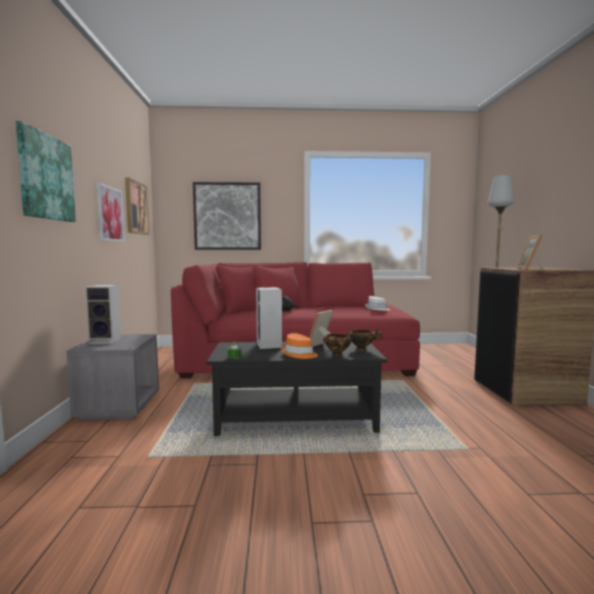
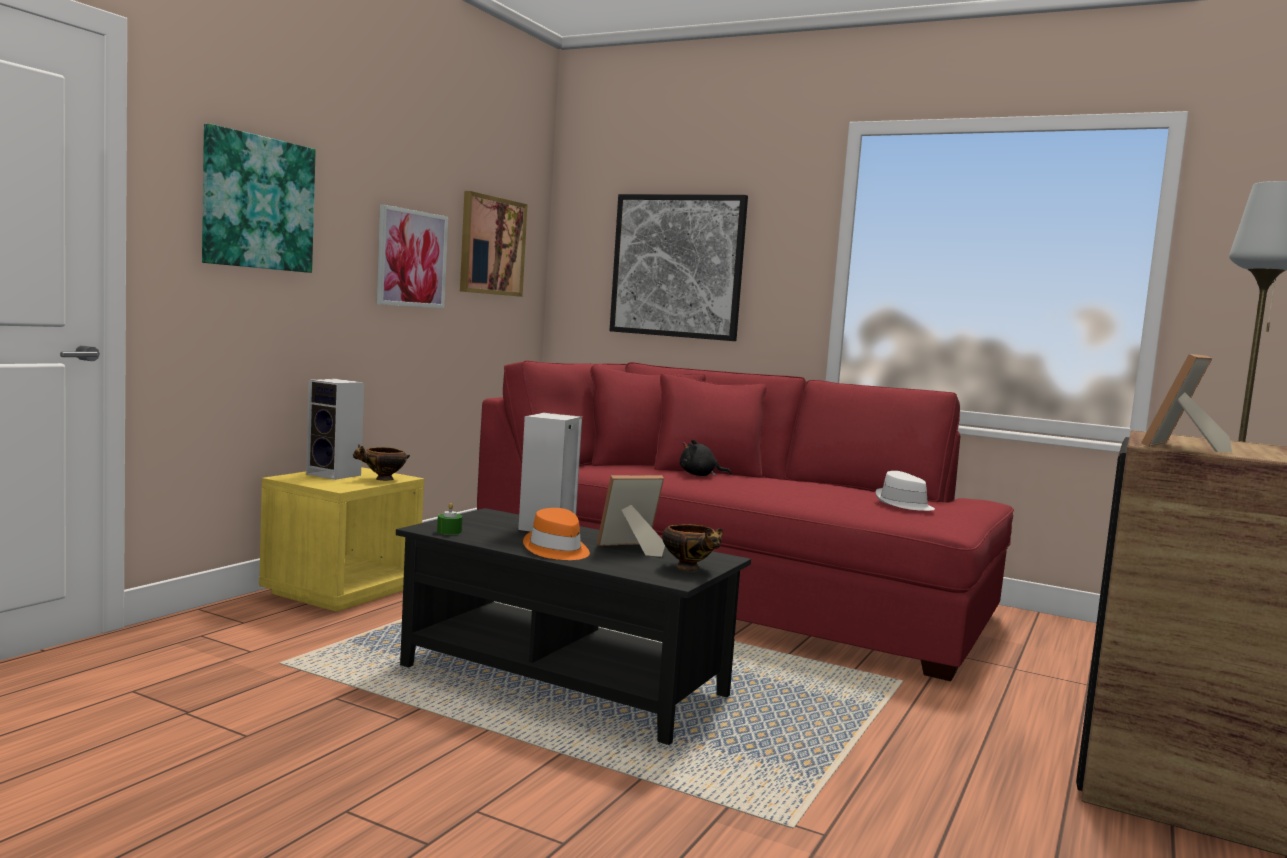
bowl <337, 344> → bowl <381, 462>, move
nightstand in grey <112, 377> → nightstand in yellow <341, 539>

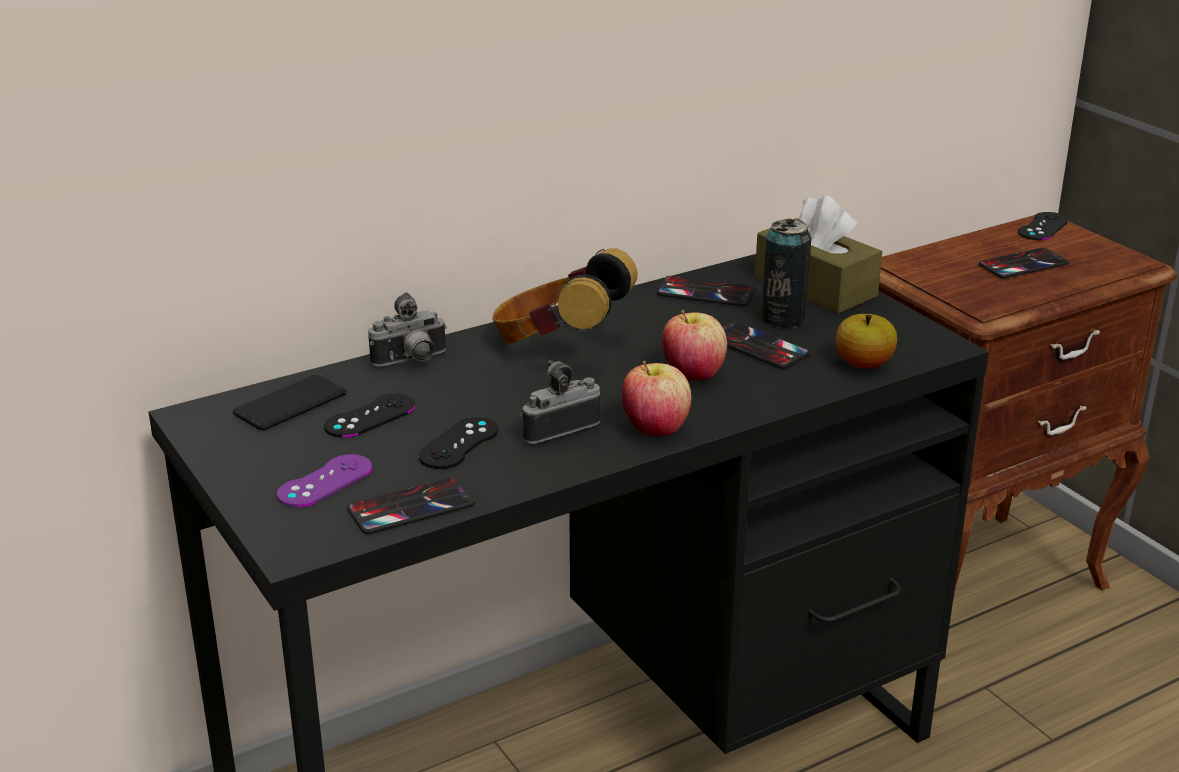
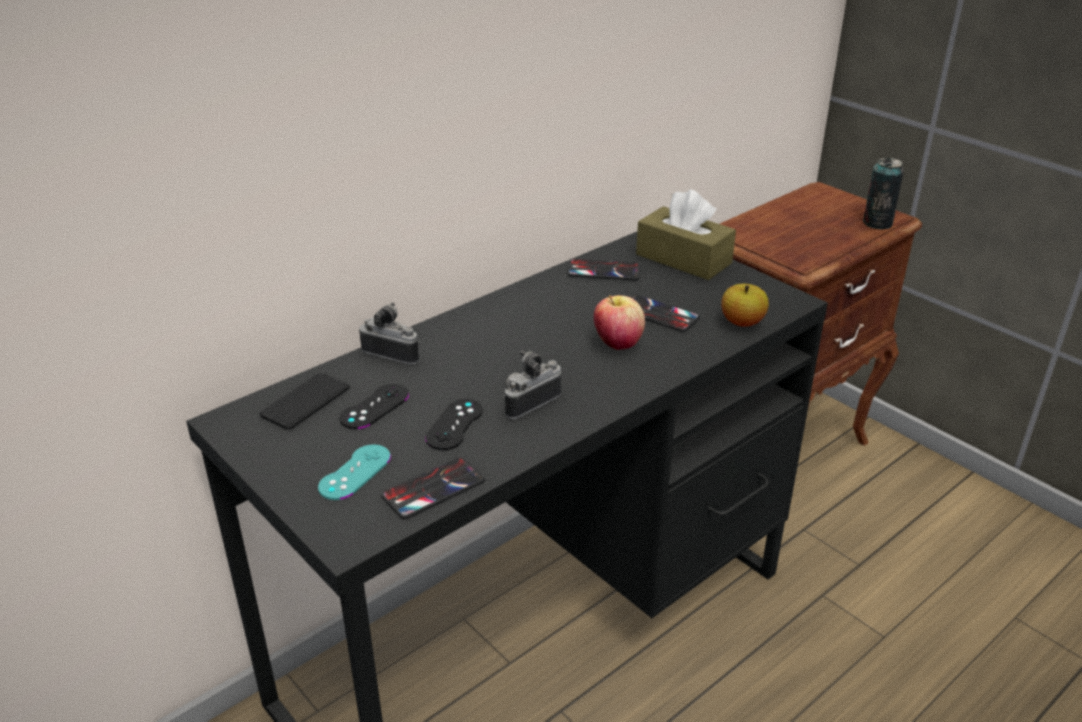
game controller in black <1043, 226> → -
can <787, 273> → can <883, 193>, move
headphones <565, 296> → -
phone <1024, 263> → -
photo camera <407, 330> → photo camera <389, 333>, 120 degrees counterclockwise
apple <656, 399> → -
game controller in purple <324, 480> → game controller in turquoise <354, 472>

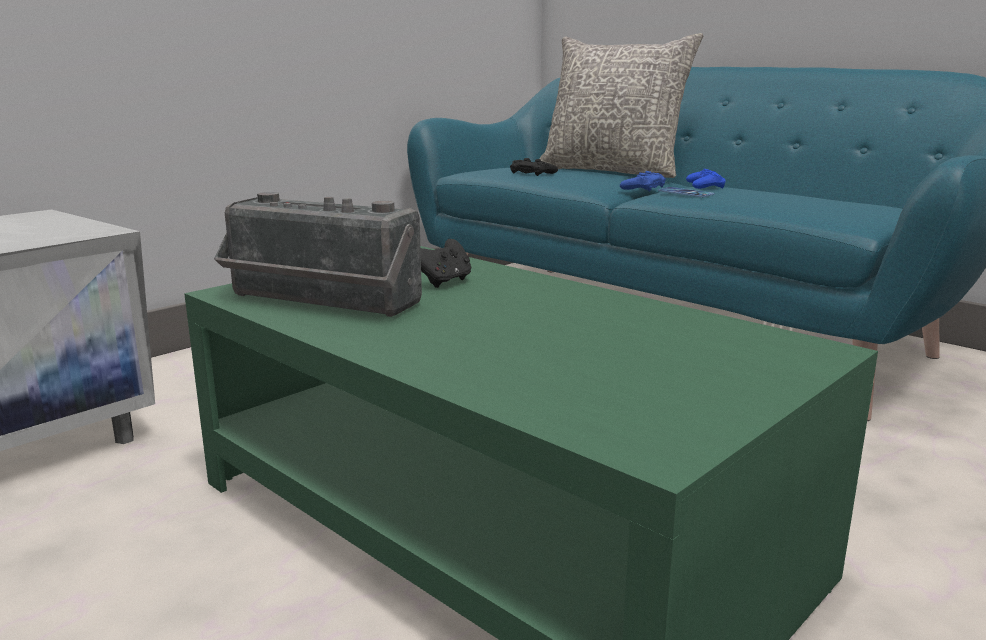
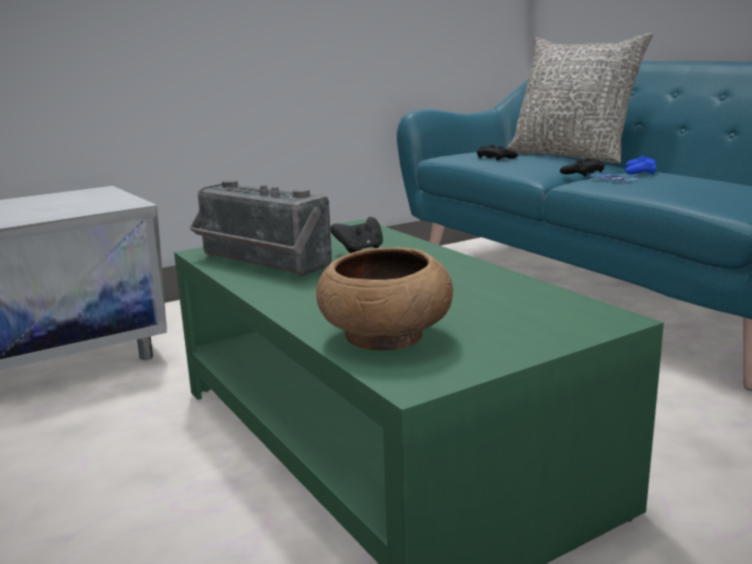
game controller in blue <643, 181> → game controller in black <582, 167>
- → bowl in brown <384, 299>

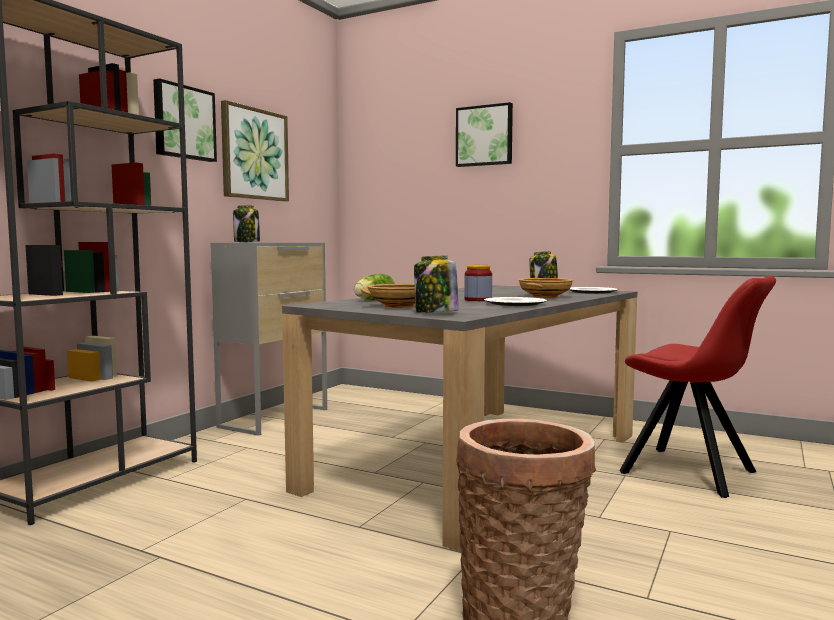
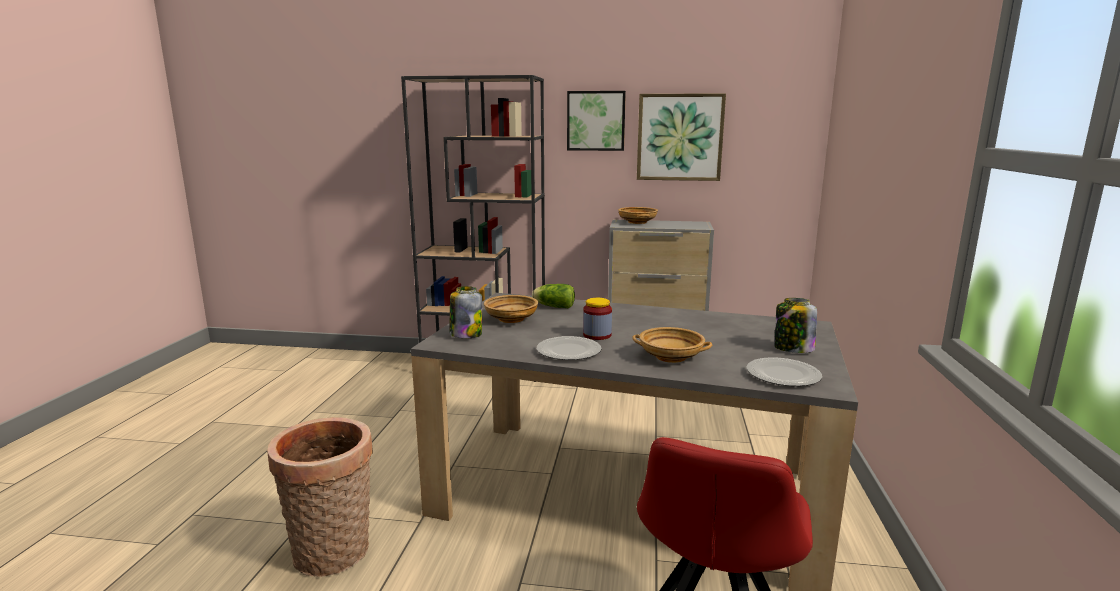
picture <484, 134> → -
jar <246, 223> → bowl in beige <638, 215>

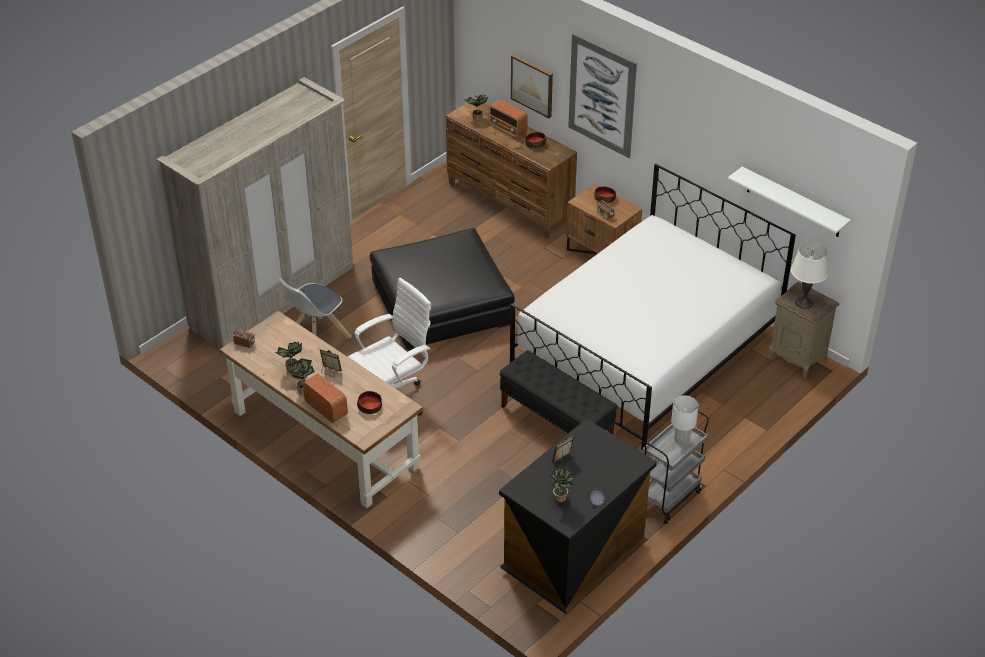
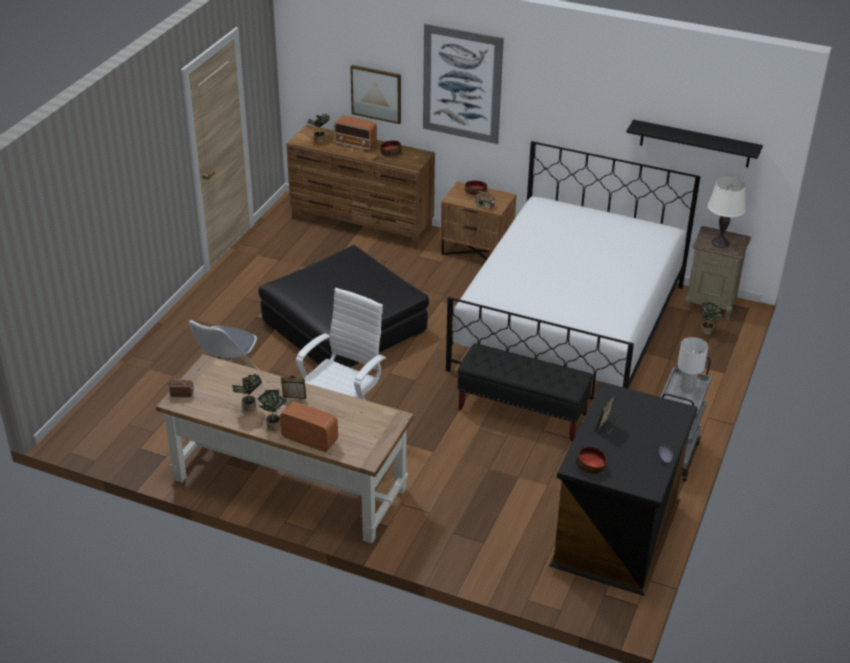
wardrobe in beige <255, 213> → -
shelf in white <789, 201> → shelf in black <694, 143>
bowl <369, 402> → bowl <591, 460>, move
potted plant <563, 483> → potted plant <712, 318>, move

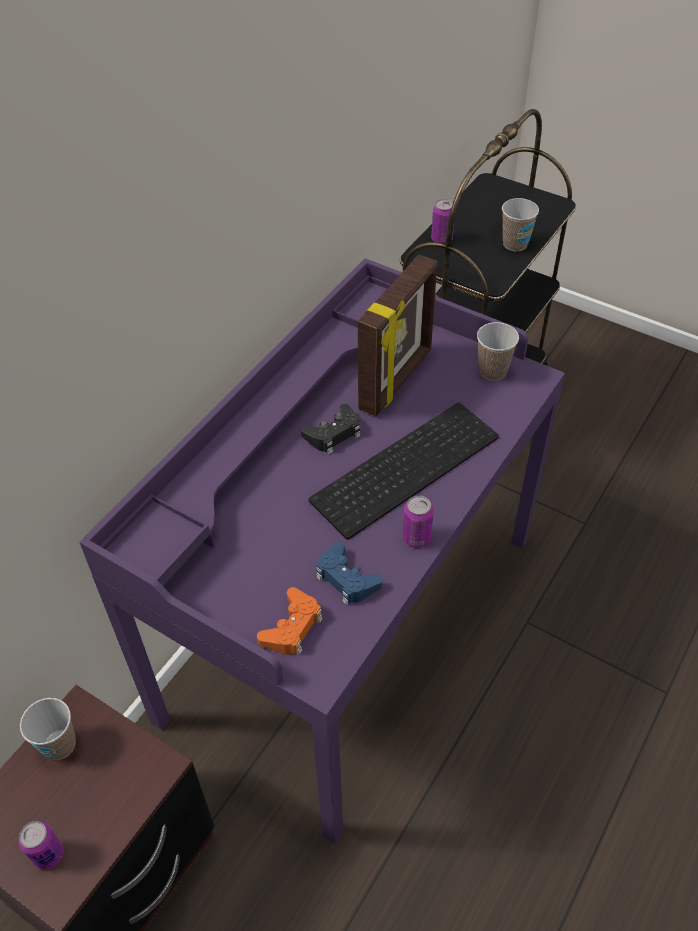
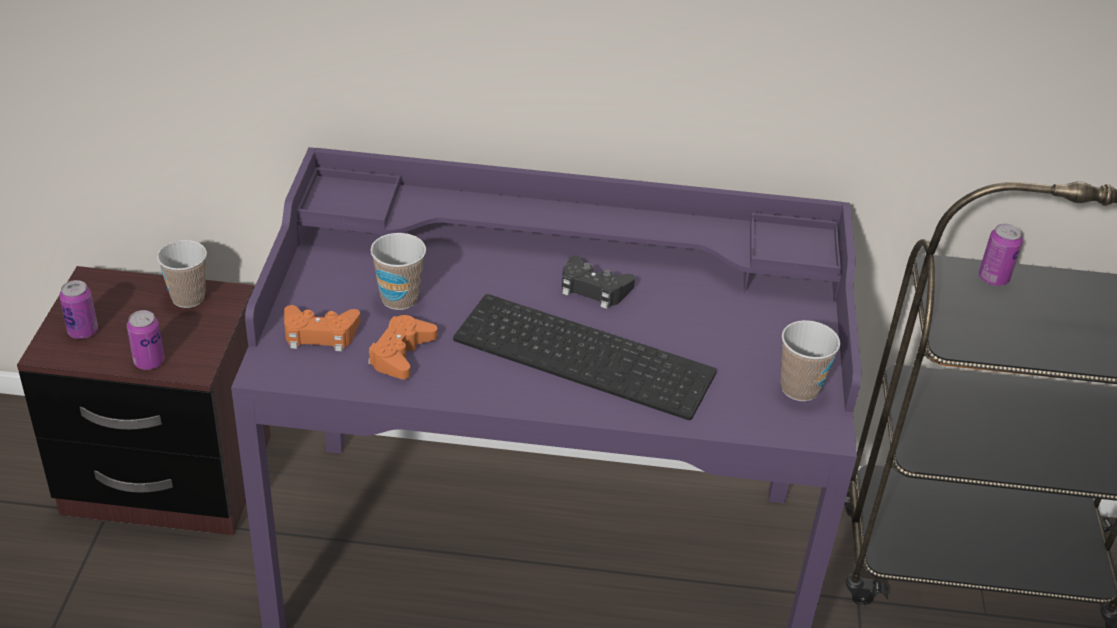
cup <520, 224> → cup <398, 271>, move
picture frame <397, 335> → -
can <418, 521> → can <145, 340>, move
game controller in blue <349, 573> → game controller in orange <402, 347>

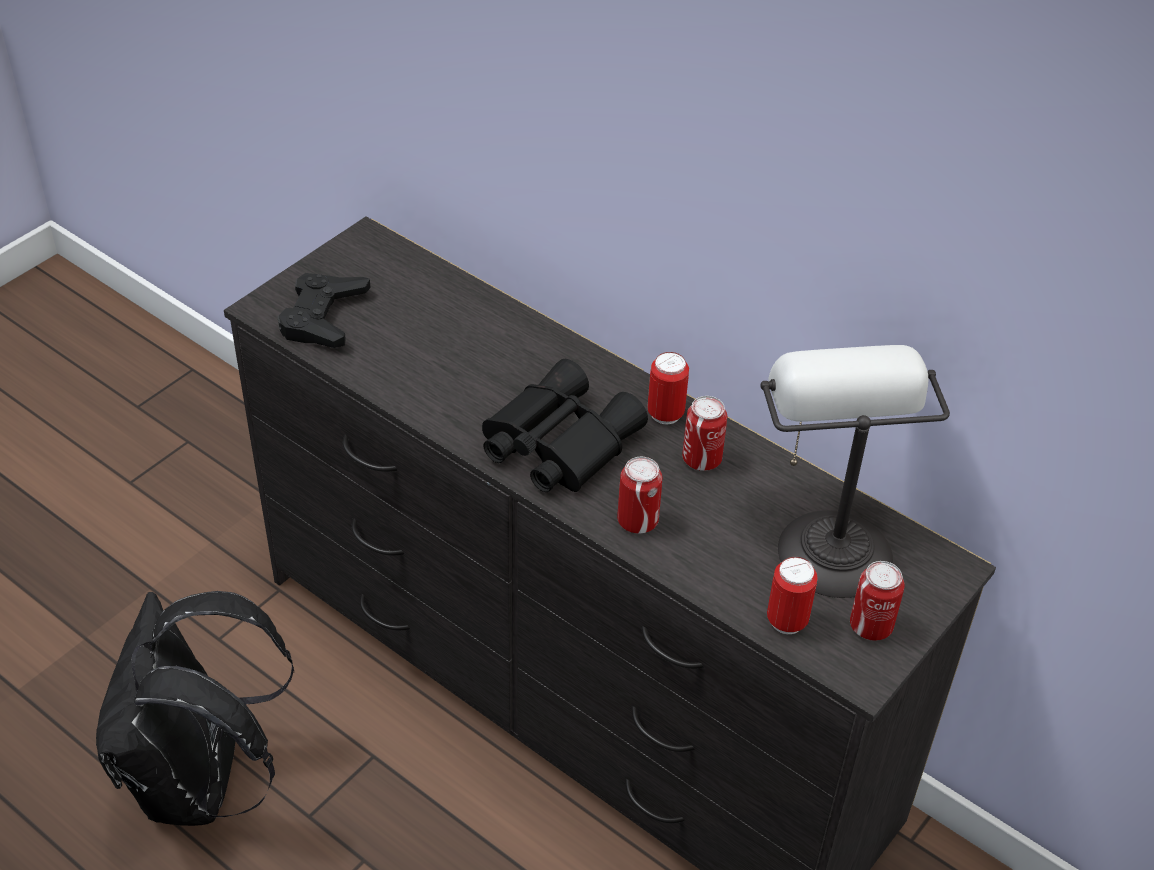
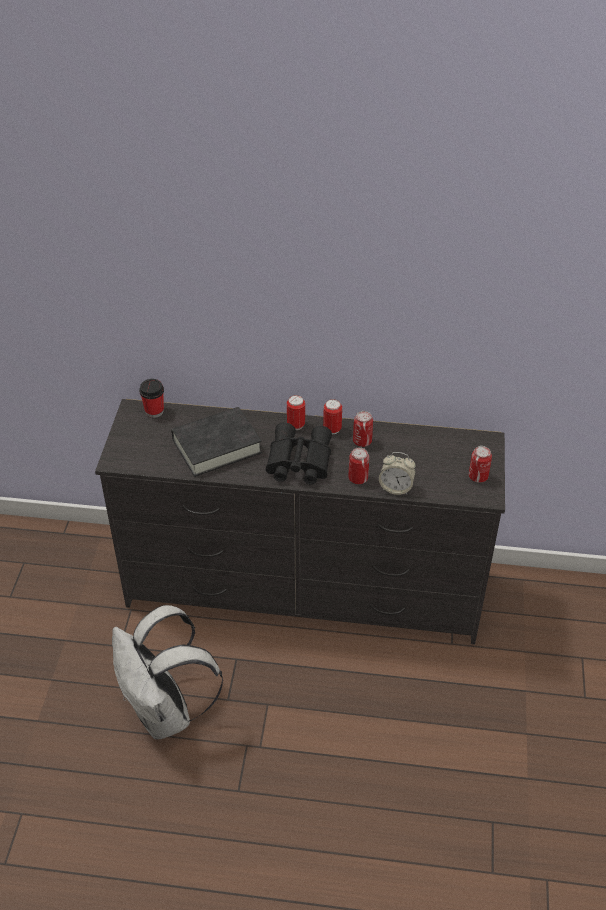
game controller in black <323, 310> → -
table lamp <855, 471> → -
can <792, 595> → can <296, 412>, move
backpack in black <195, 708> → backpack in white <167, 672>
- → cup <151, 398>
- → book in black <216, 442>
- → alarm clock <397, 473>

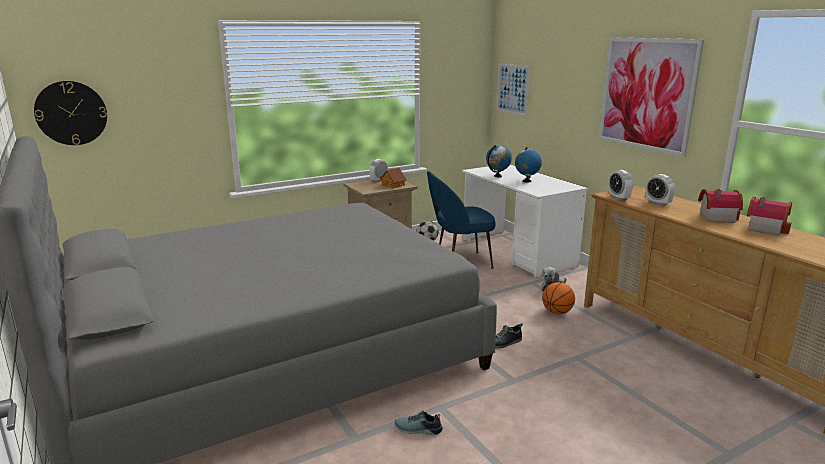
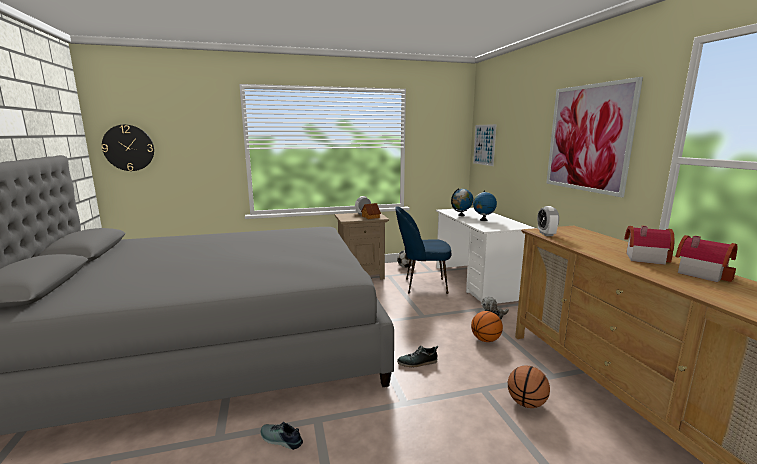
alarm clock <660, 190> → -
- → basketball <529, 387>

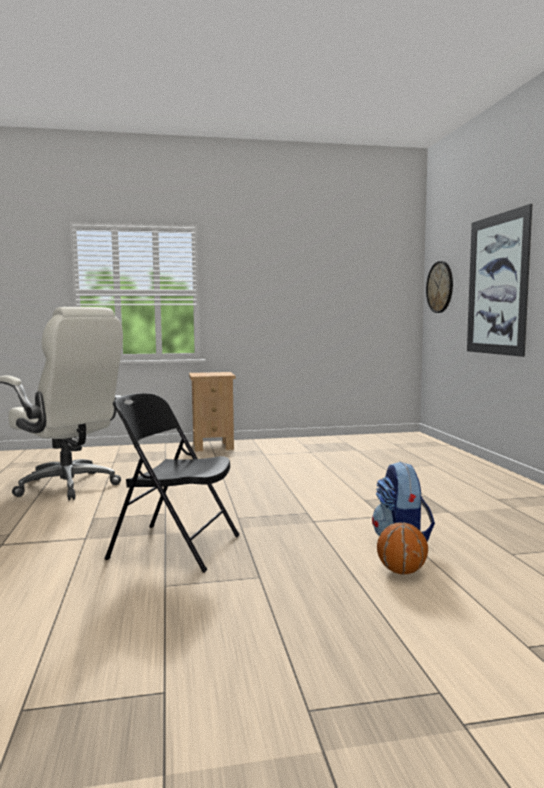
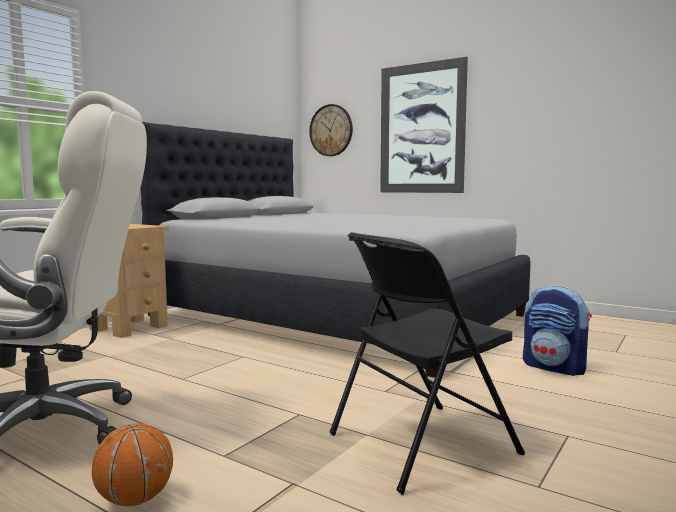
basketball <402, 548> → basketball <132, 464>, move
- → bed in grey <335, 250>

